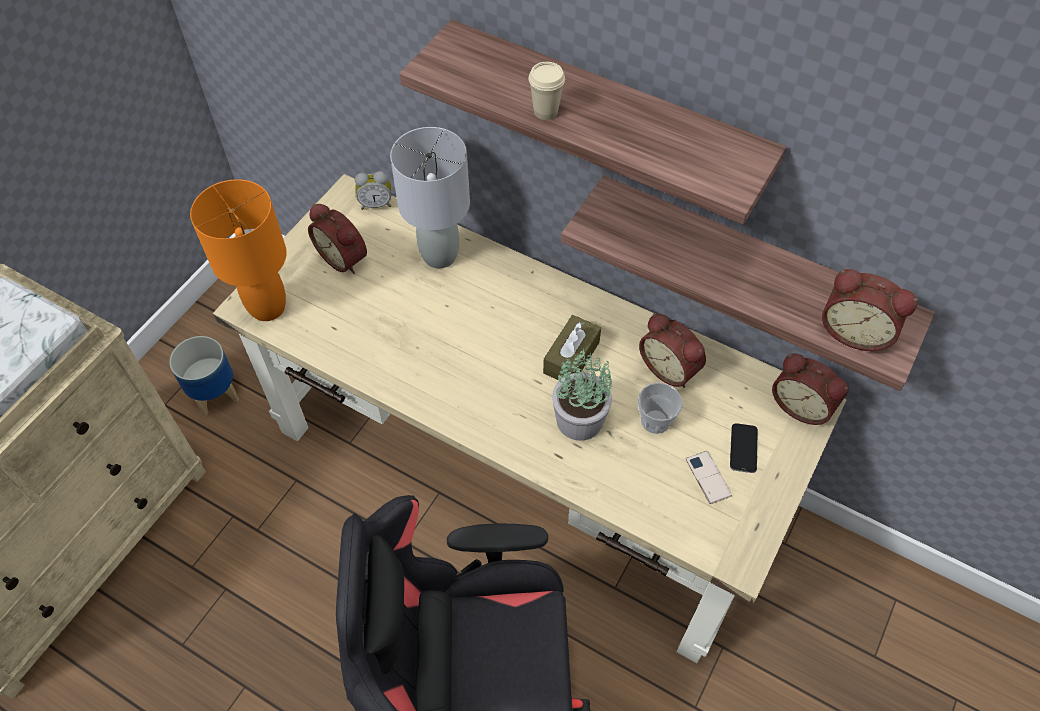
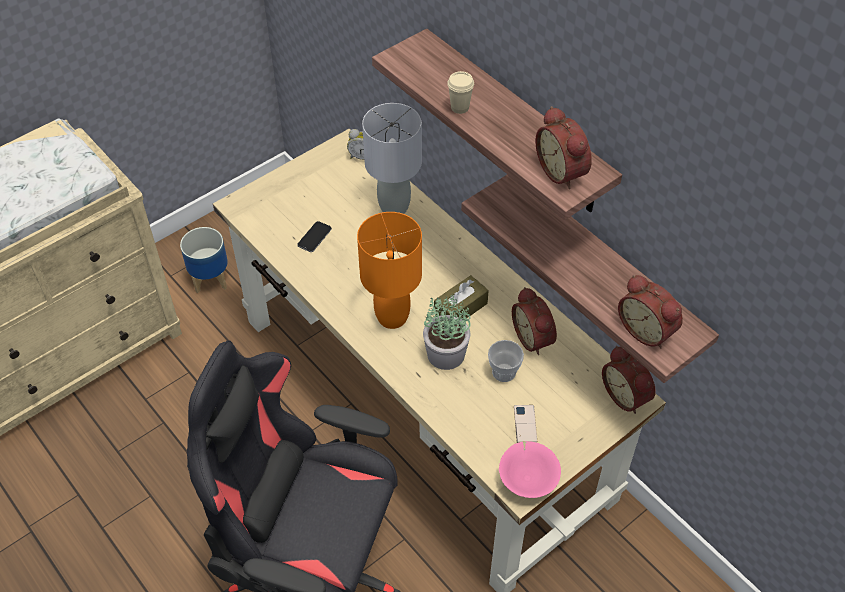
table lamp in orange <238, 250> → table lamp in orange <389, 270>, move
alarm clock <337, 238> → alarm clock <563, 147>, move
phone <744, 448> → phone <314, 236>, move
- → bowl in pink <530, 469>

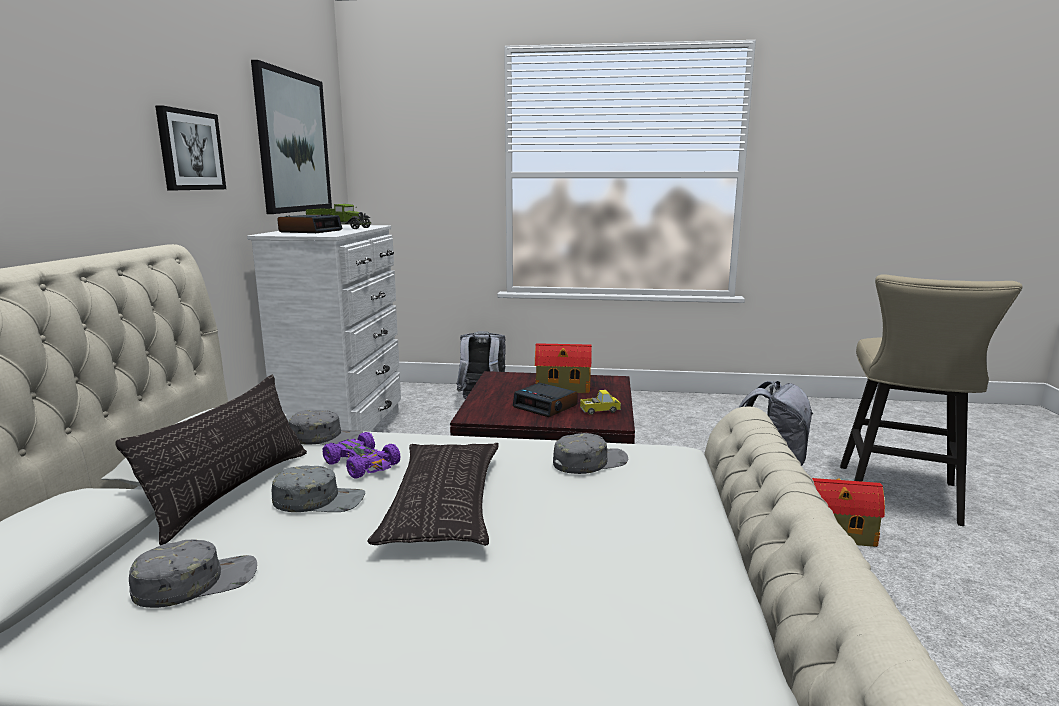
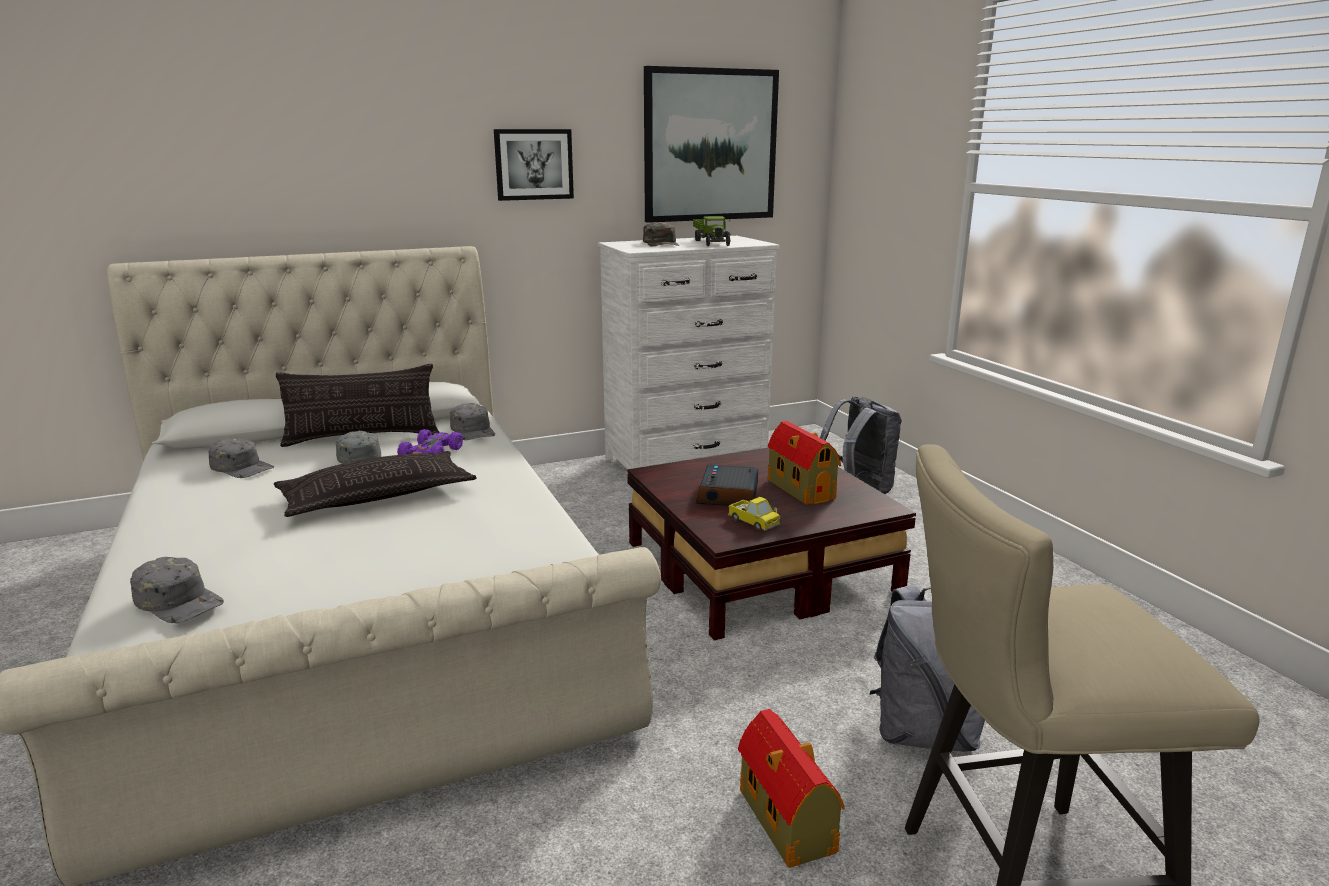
alarm clock <310, 223> → cap in green <661, 234>
cap in grey <591, 453> → cap in grey <177, 590>, move

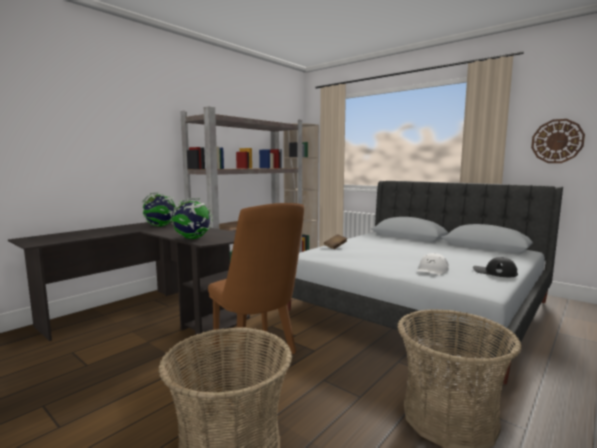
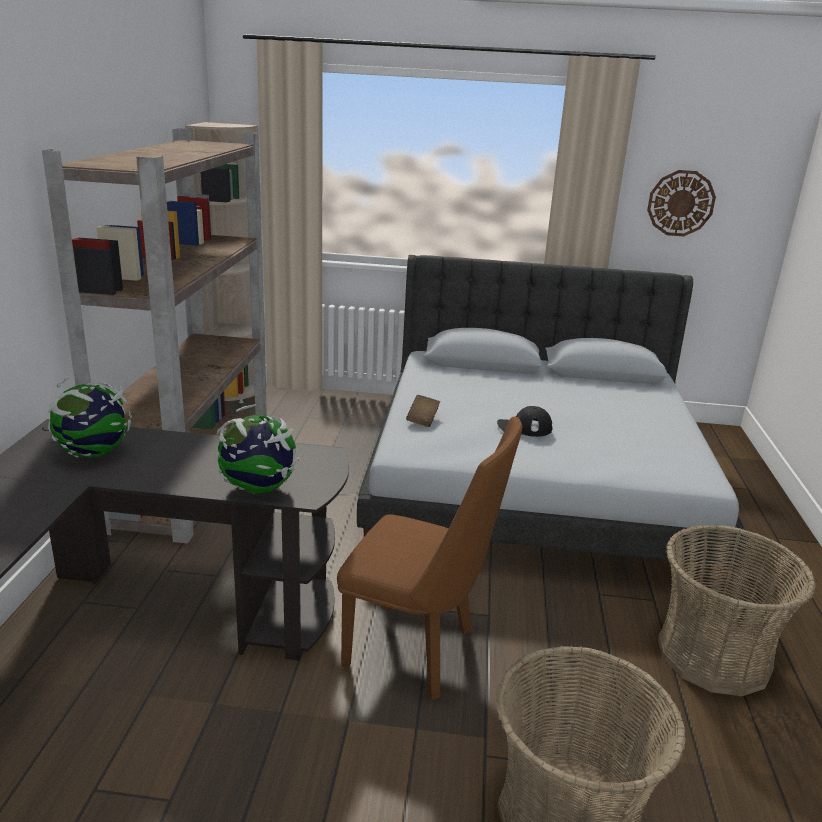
cap in white <433, 264> → -
cap in black <495, 267> → cap in black <525, 421>, move

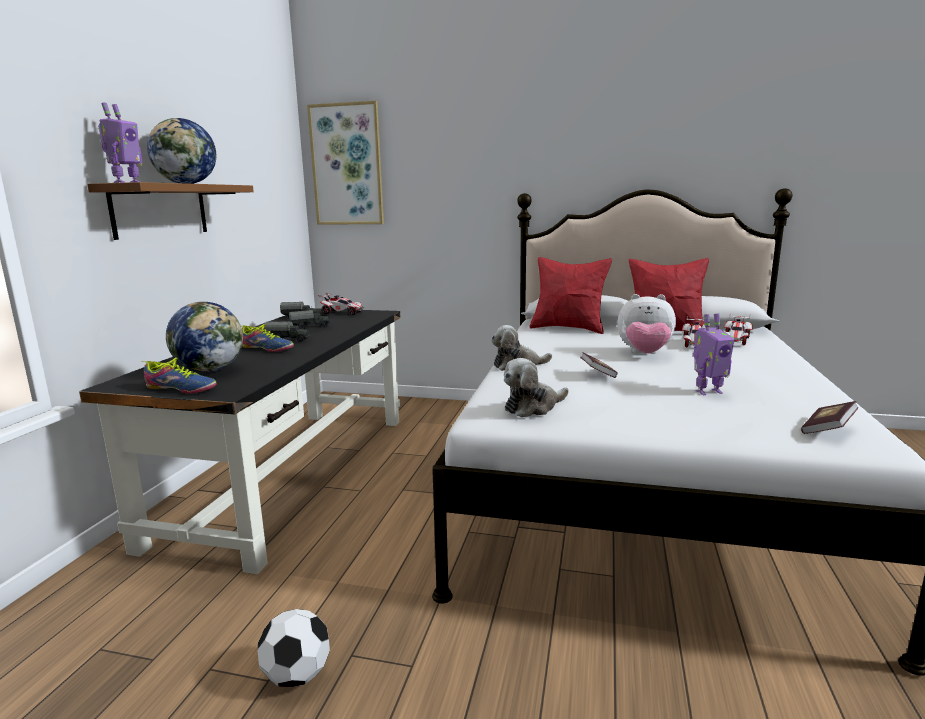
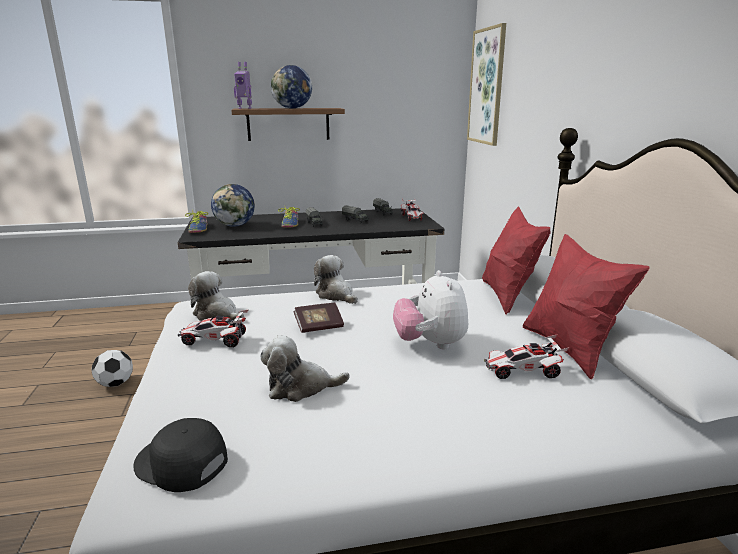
toy robot <714, 354> → plush toy <305, 368>
toy car <738, 330> → toy car <213, 328>, move
book <829, 417> → cap in black <180, 455>

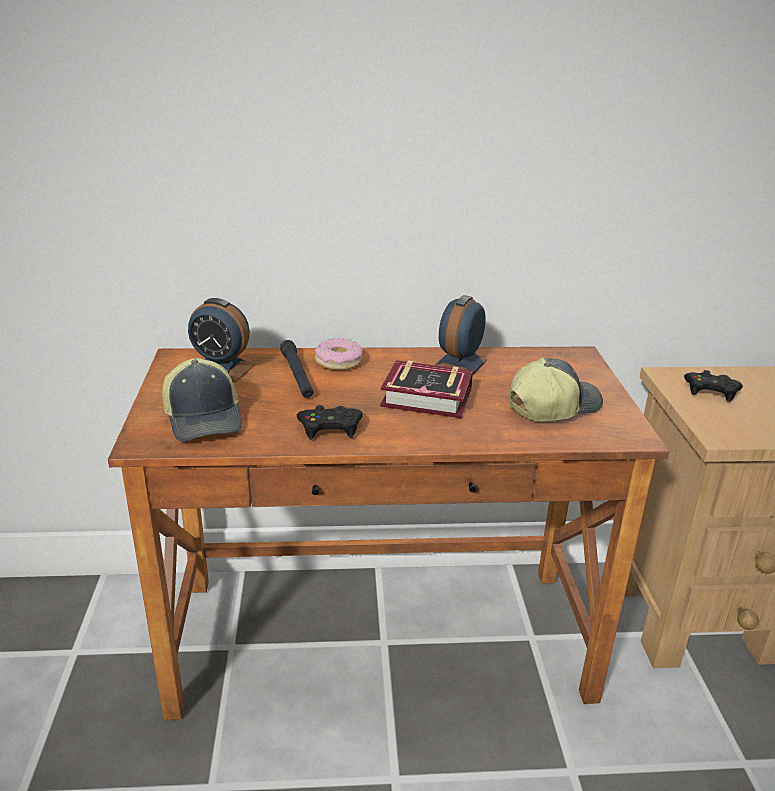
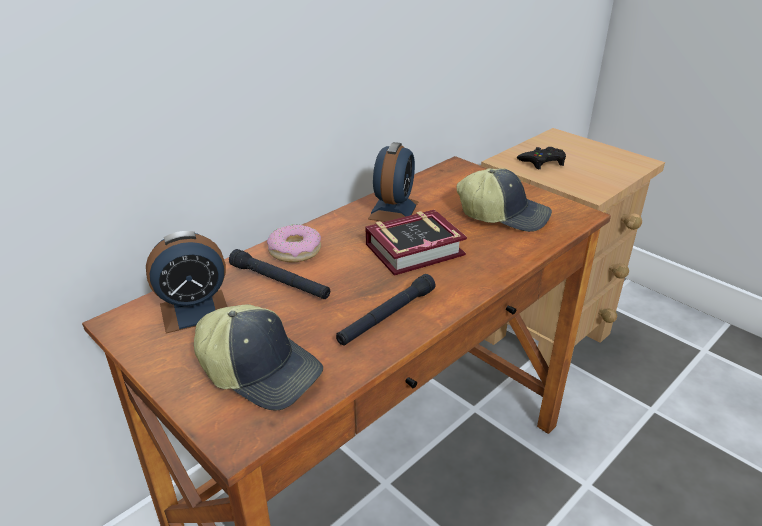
alarm clock <461, 335> → alarm clock <393, 182>, 150 degrees counterclockwise
cap <555, 389> → cap <504, 200>, 90 degrees clockwise
game controller in black <330, 422> → flashlight in black <386, 309>

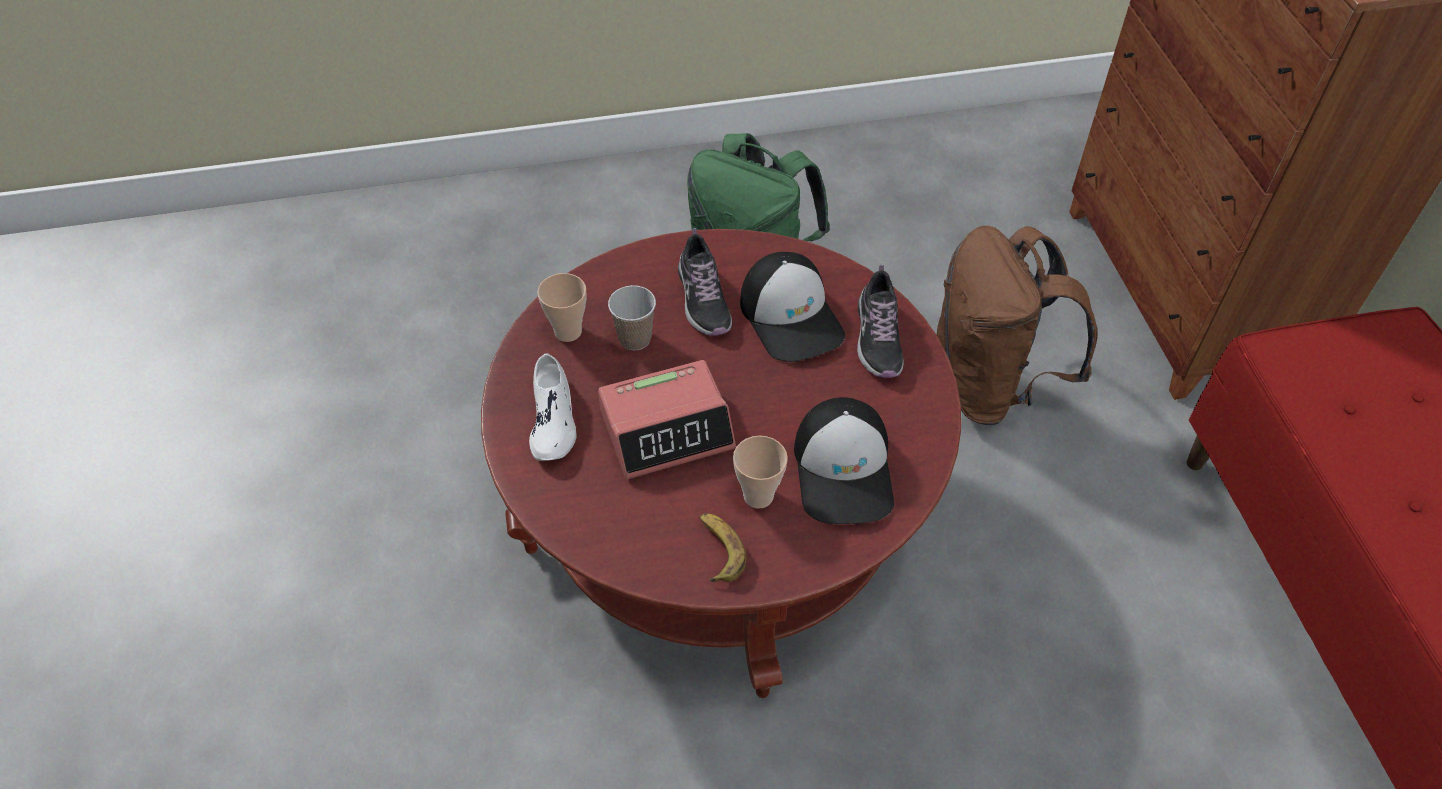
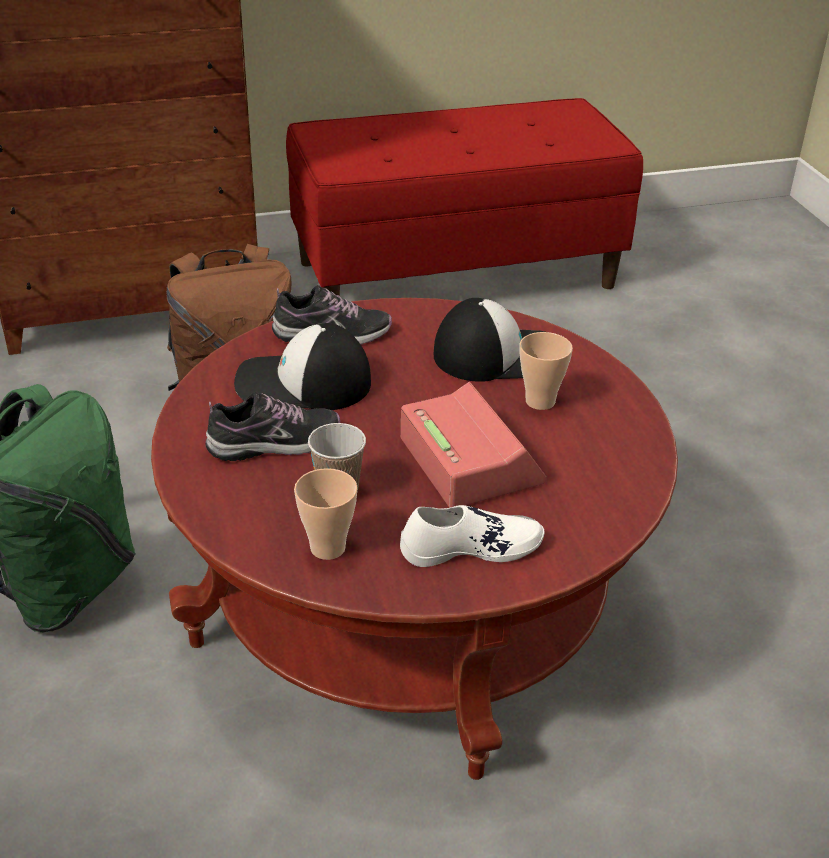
cap <792, 307> → cap <302, 366>, 150 degrees counterclockwise
banana <722, 547> → -

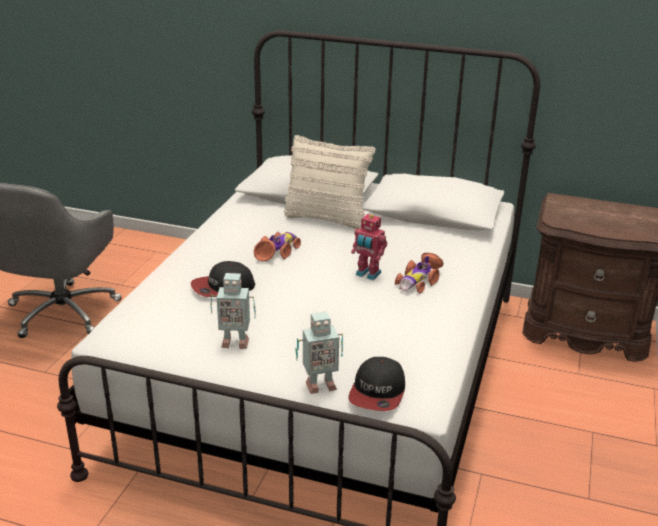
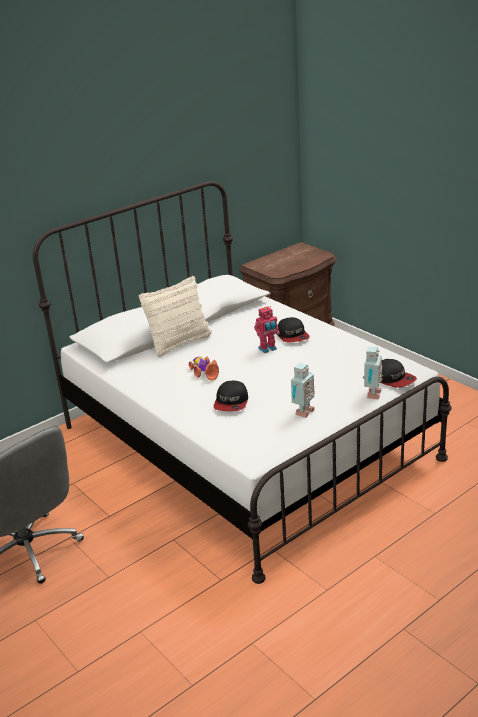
toy car <419, 273> → cap <293, 330>

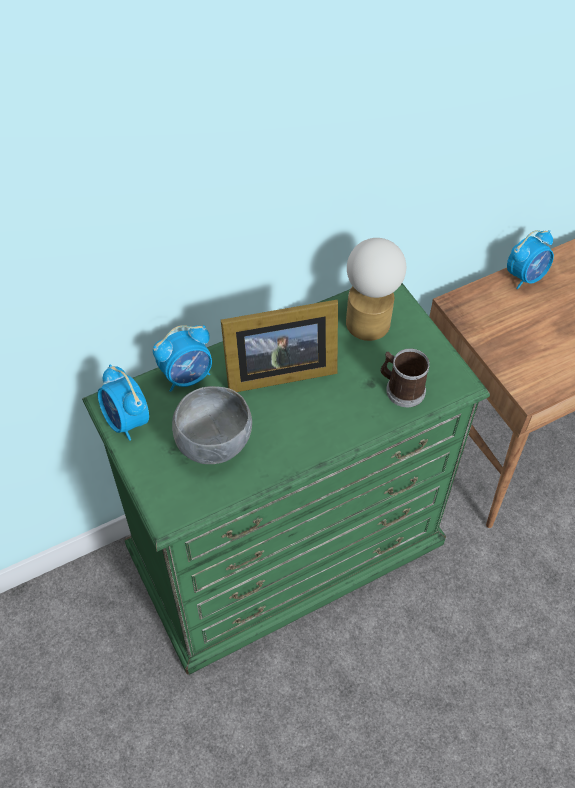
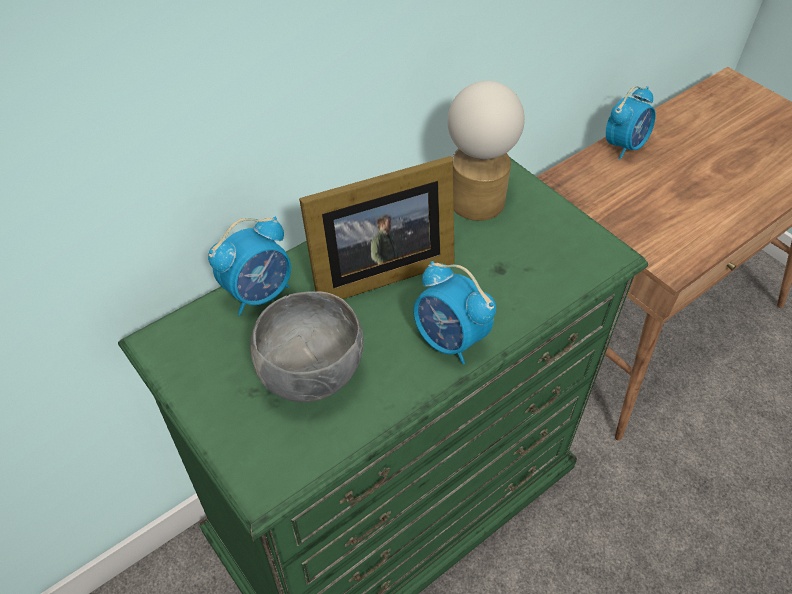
mug <405, 378> → -
alarm clock <123, 403> → alarm clock <454, 312>, move

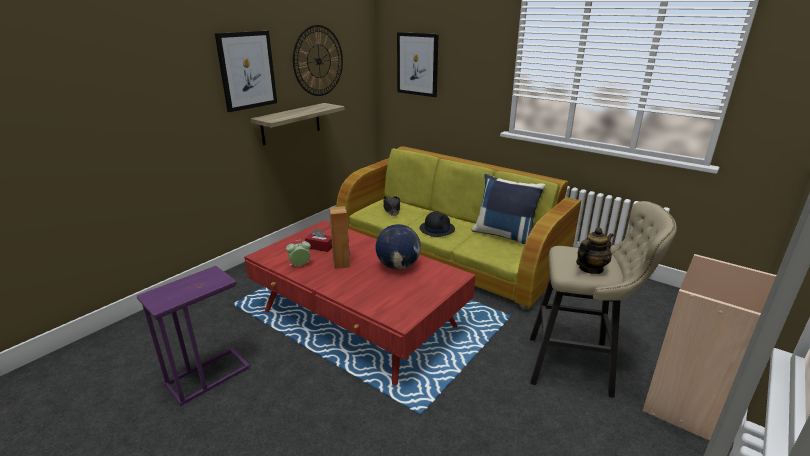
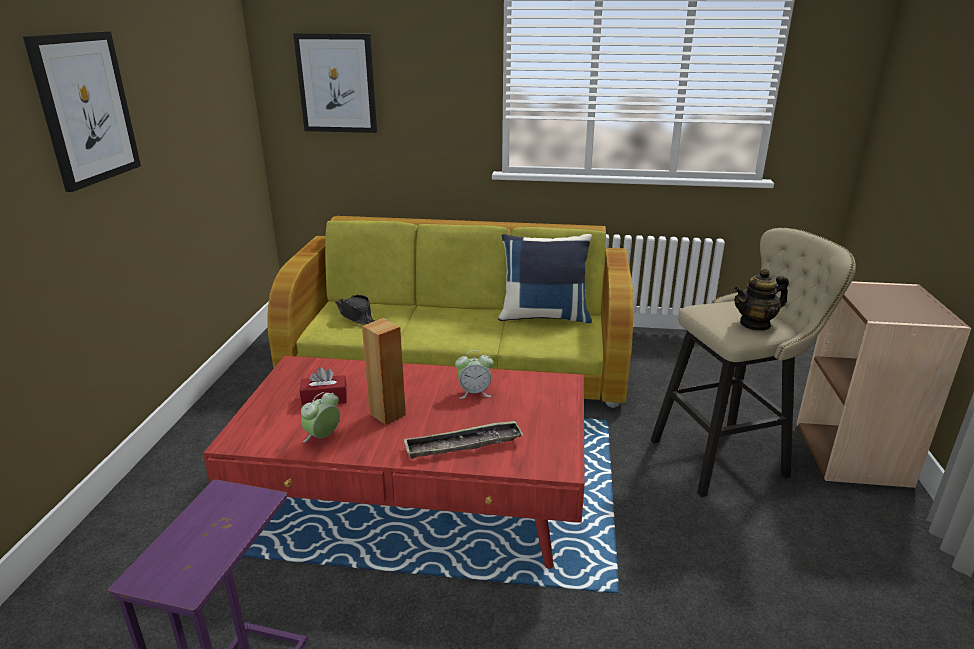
wall clock <318, 60> → -
shelf <297, 124> → -
hat in black <437, 224> → -
globe <398, 247> → alarm clock <474, 374>
teapot <595, 251> → teapot <761, 300>, 135 degrees counterclockwise
- → tray <463, 439>

